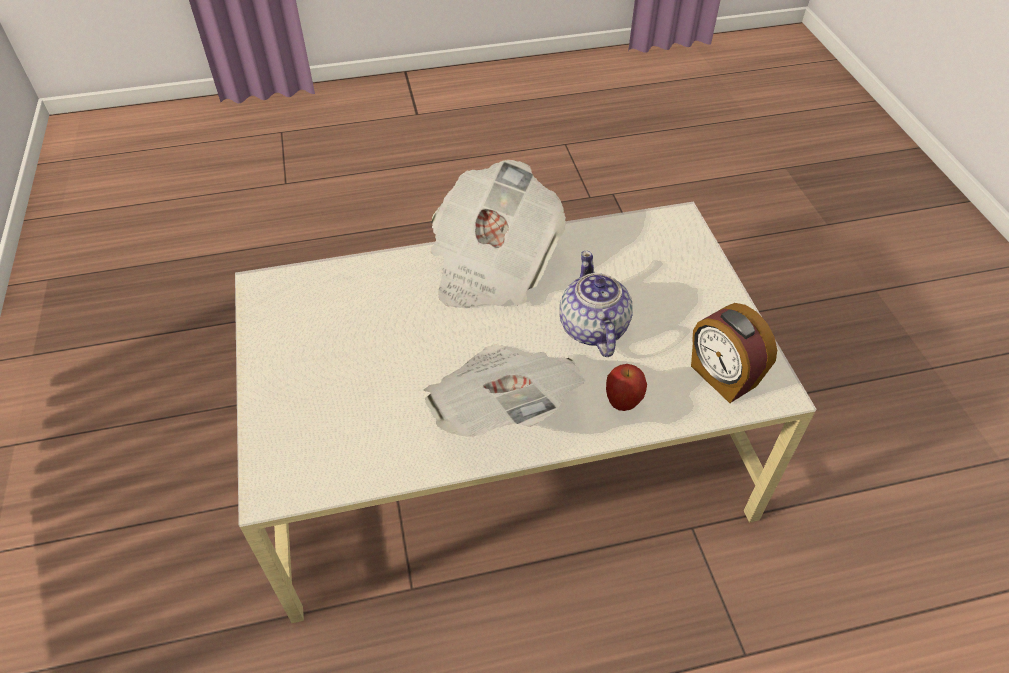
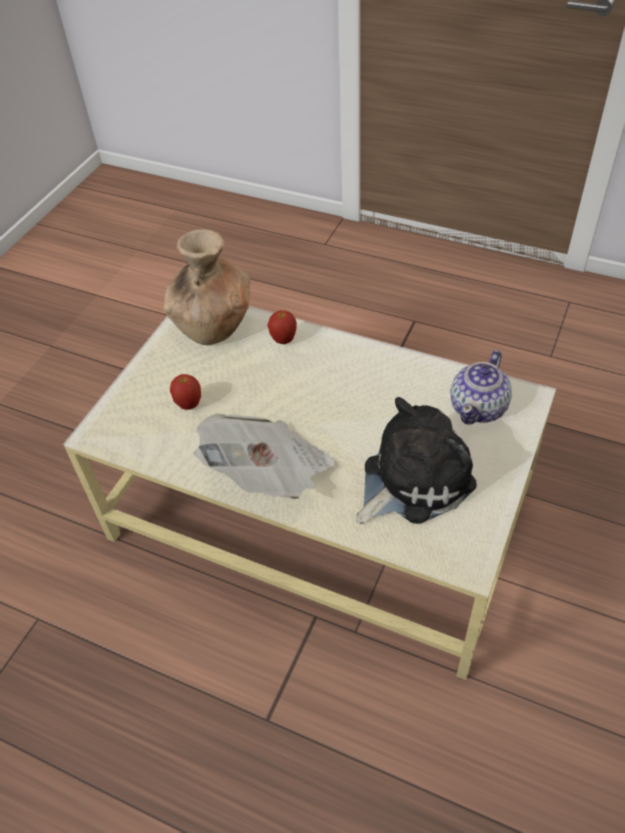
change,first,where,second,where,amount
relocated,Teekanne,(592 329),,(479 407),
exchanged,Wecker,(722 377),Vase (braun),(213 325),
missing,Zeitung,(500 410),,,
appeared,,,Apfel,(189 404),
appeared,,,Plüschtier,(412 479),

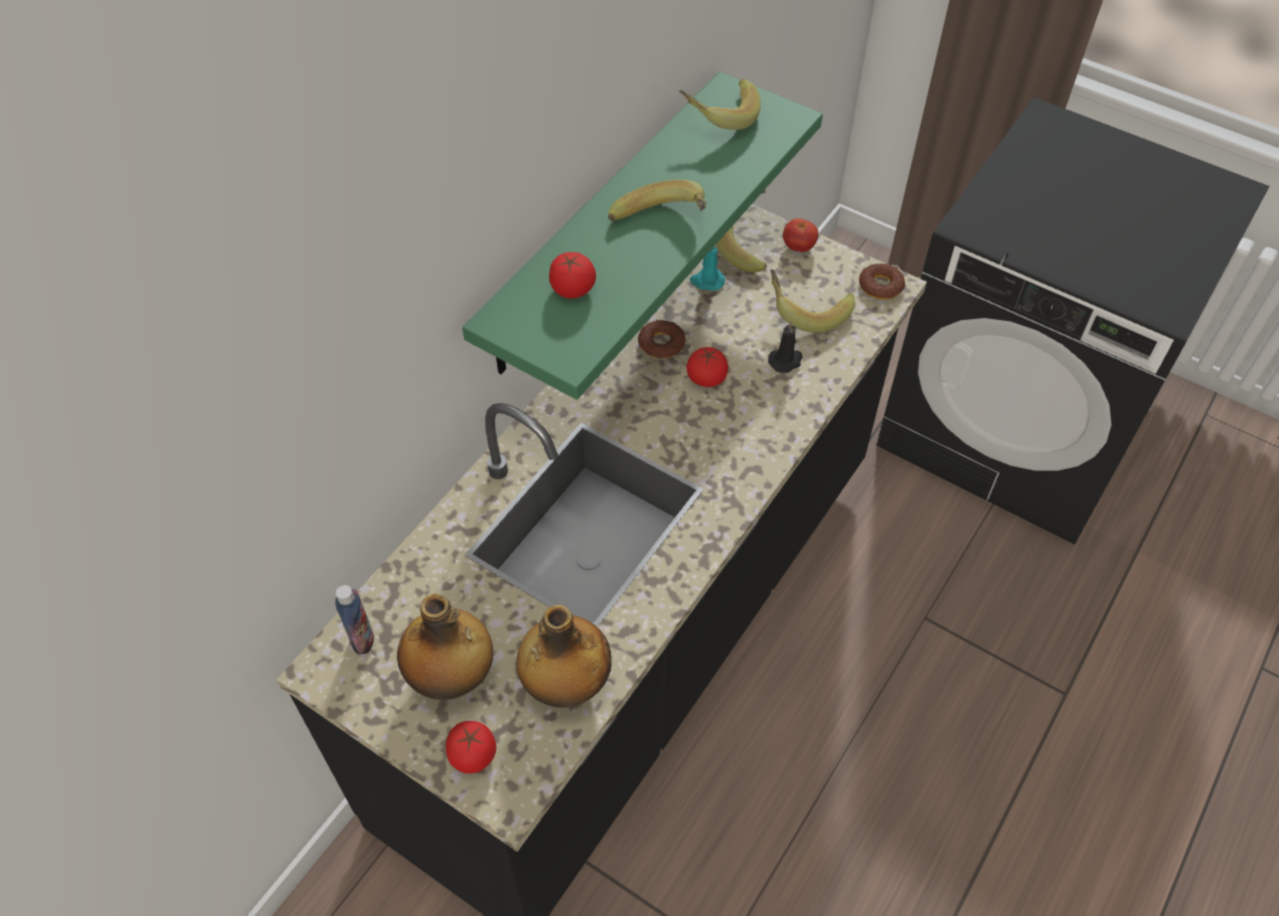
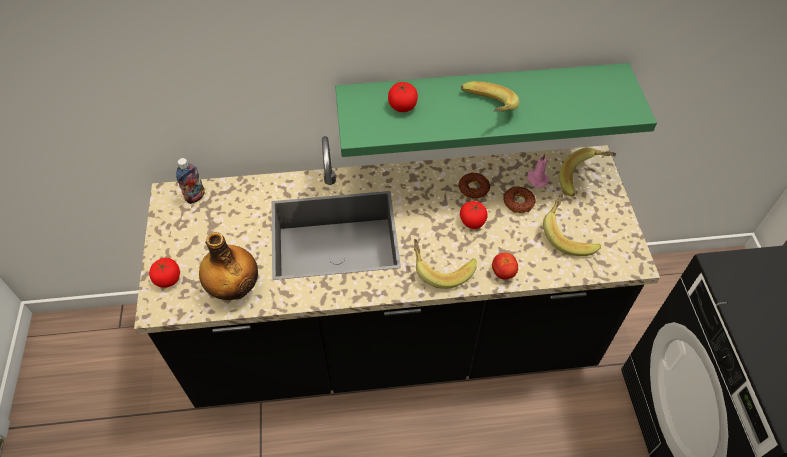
change,first,where,second,where,amount
relocated,Banane,(718 116),,(441 268),
relocated,Tomate,(798 247),,(503 273),
colour,Kerze (türkis),(707 281),Kerze (rosa),(536 179),
relocated,Donut,(881 286),,(518 202),
missing,Kerze (schwarz),(786 361),,,
missing,Flasche,(452 677),,,

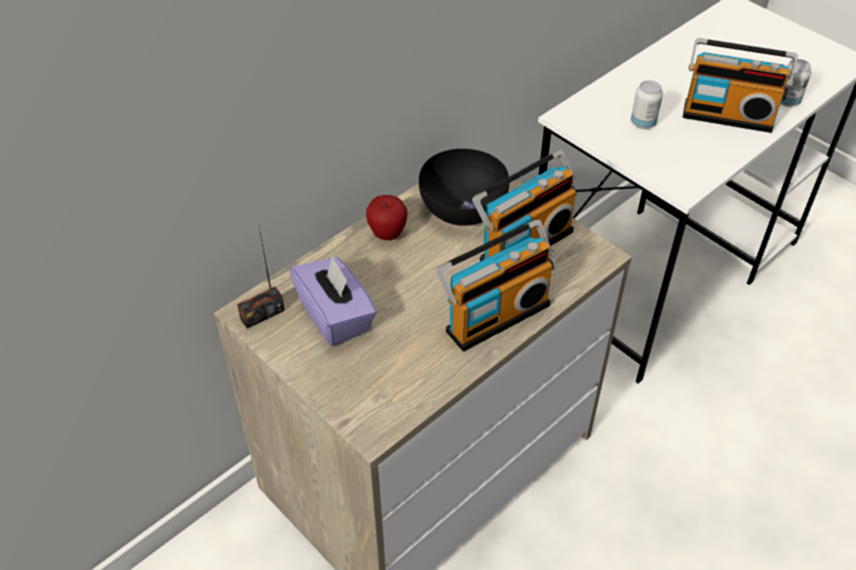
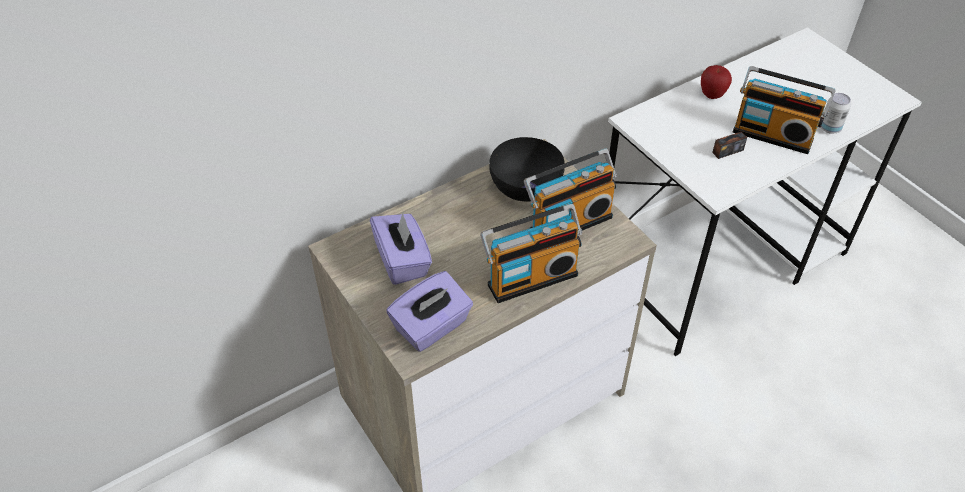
change,first,where,second,where,amount
missing,Dose,(643 123),,,
relocated,Apfel,(387 234),,(712 95),
relocated,Radio,(262 314),,(727 151),
appeared,,,Taschentuchbox (lila),(432 327),

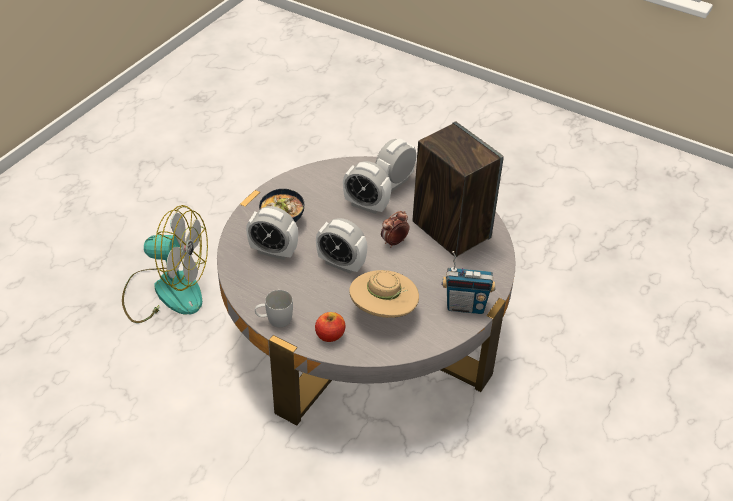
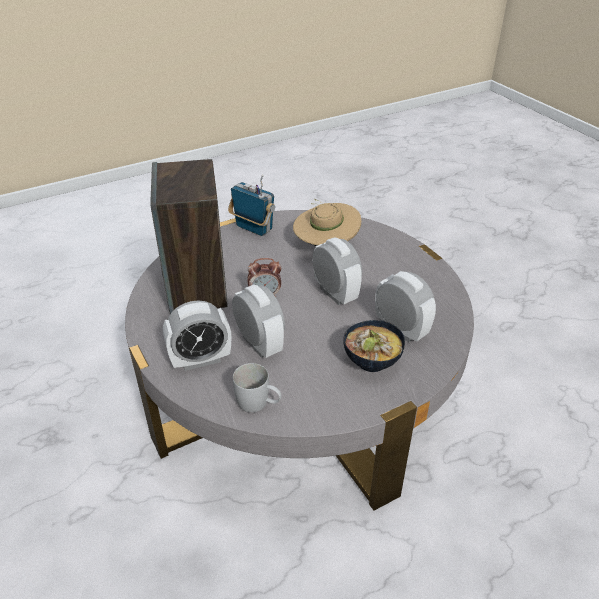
change,first,where,second,where,amount
missing,Ventilator,(166 290),,,
relocated,Henkelbecher (weiß),(274 319),,(258 403),
missing,Apfel,(330 335),,,

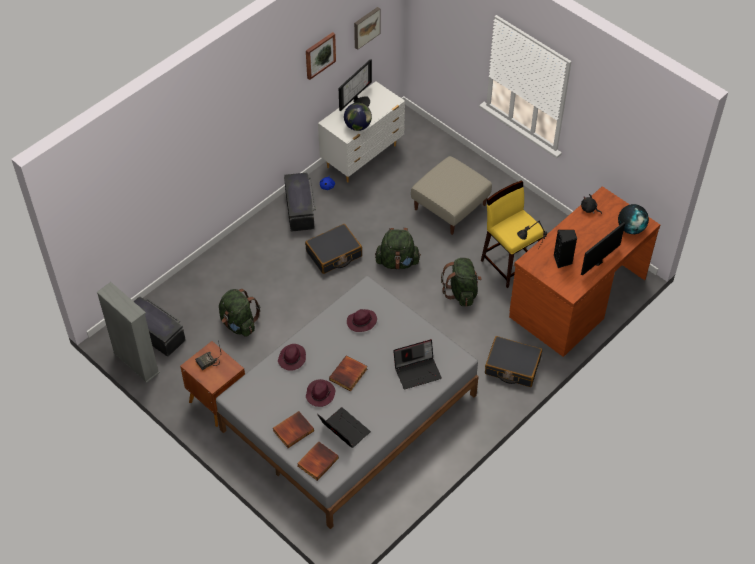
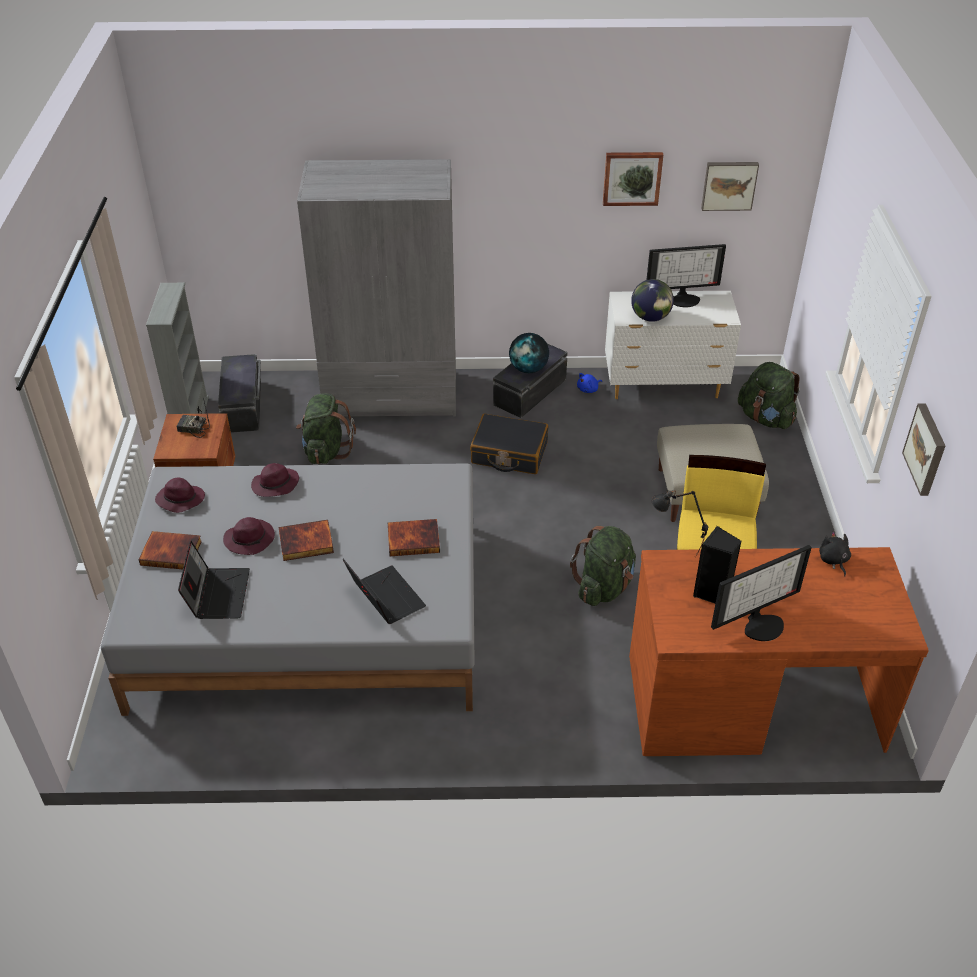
change,first,where,second,where,amount
relocated,Globus,(631 228),,(528 369),
spun,Monitor,(595 260),,(761 624),150 degrees clockwise
relocated,Rucksack (grün),(397 262),,(765 418),
relocated,Hut (lila),(361 322),,(180 499),
missing,Koffer (schwarz),(512 366),,,
spun,Laptop,(417 371),,(384 597),150 degrees counterclockwise
relocated,Buch,(317 461),,(414 539),
appeared,,,Kleiderschrank (grau),(391 395),
appeared,,,Bild,(927 449),

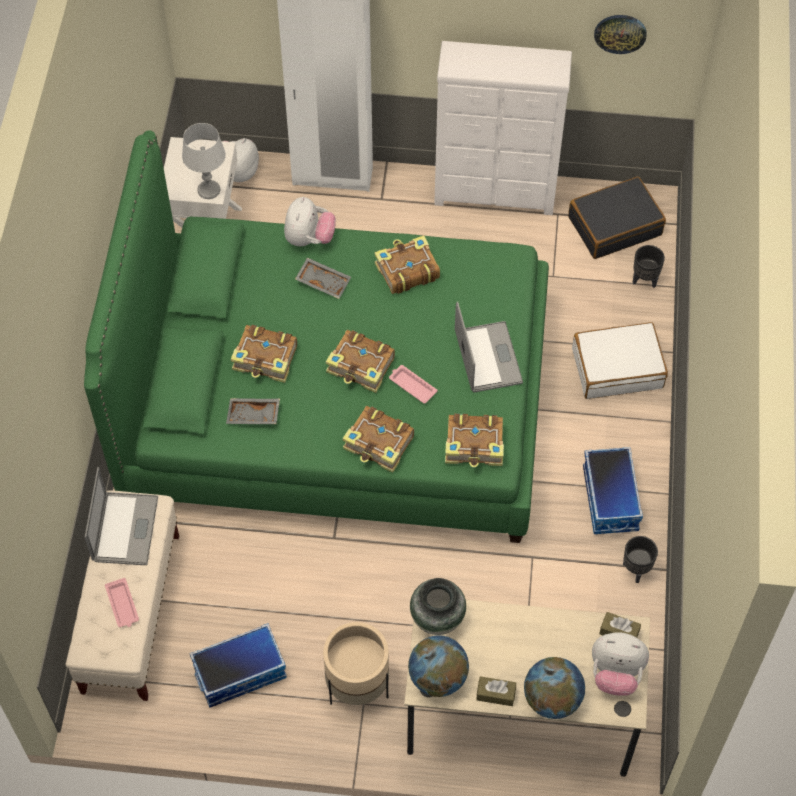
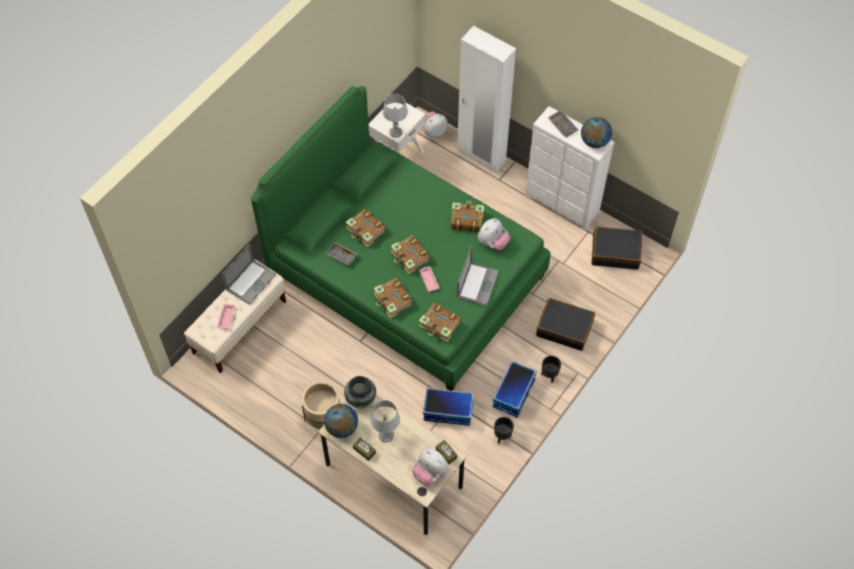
change,first,where,second,where,amount
missing,Wanduhr,(620 33),,,
relocated,Plüschtier,(309 238),,(492 243),
relocated,Pflanzkübel (schwarz),(645 280),,(549 376),
relocated,Tablett (grau),(323 281),,(563 126),
colour,Koffer (weiß),(617 368),Koffer (schwarz),(564 328),
relocated,Aufbewahrungsbox,(240 672),,(448 411),
relocated,Globus,(552 699),,(594 142),
appeared,,,Tischlampe (grau),(386 435),

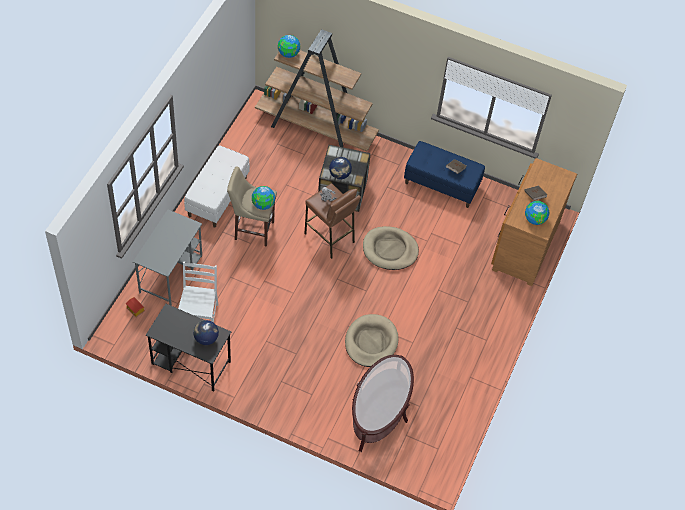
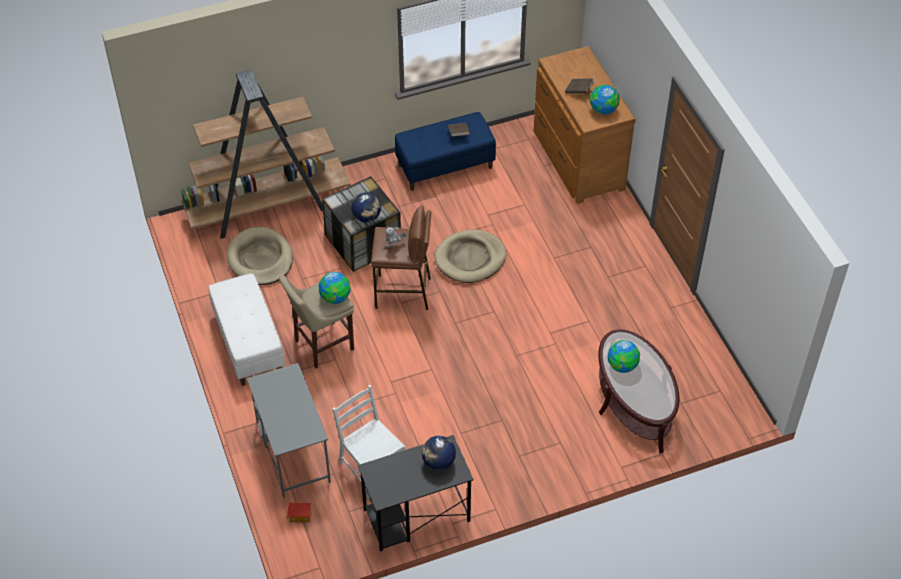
change,first,where,second,where,amount
relocated,Globus,(288 54),,(622 365),
relocated,Hundebett (beige),(371 342),,(260 259),

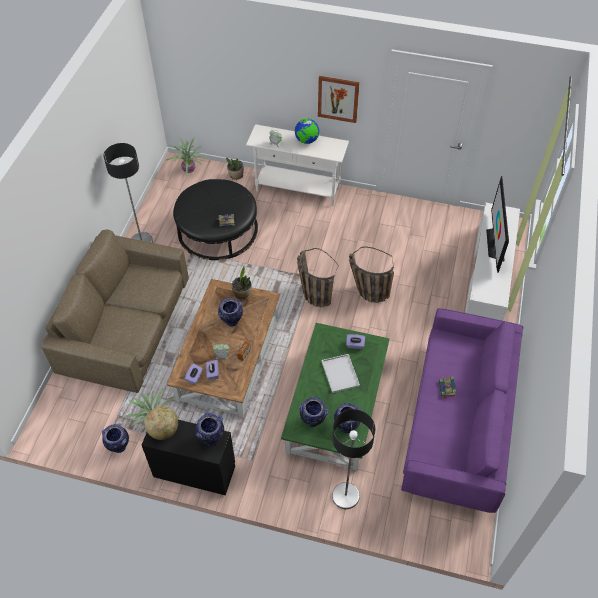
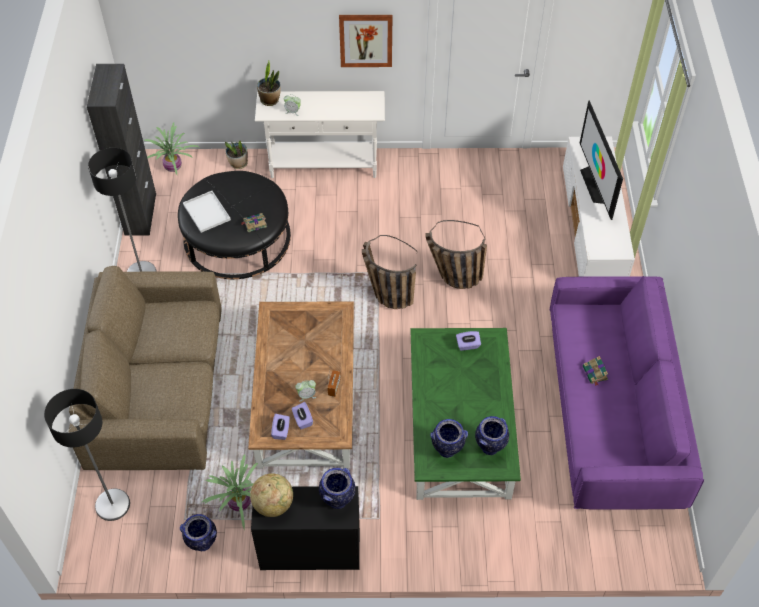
change,first,where,second,where,amount
missing,Globus,(306 140),,,
relocated,Topfpflanze,(242 294),,(270 100),
missing,Vase,(231 322),,,
relocated,Tablett (weiß),(341 374),,(207 212),
relocated,Stehlampe,(345 496),,(112 505),
appeared,,,Schrank (schwarz),(140 214),

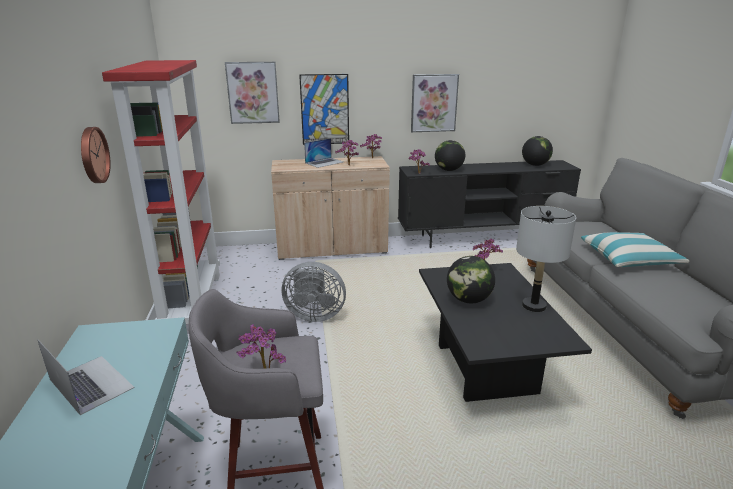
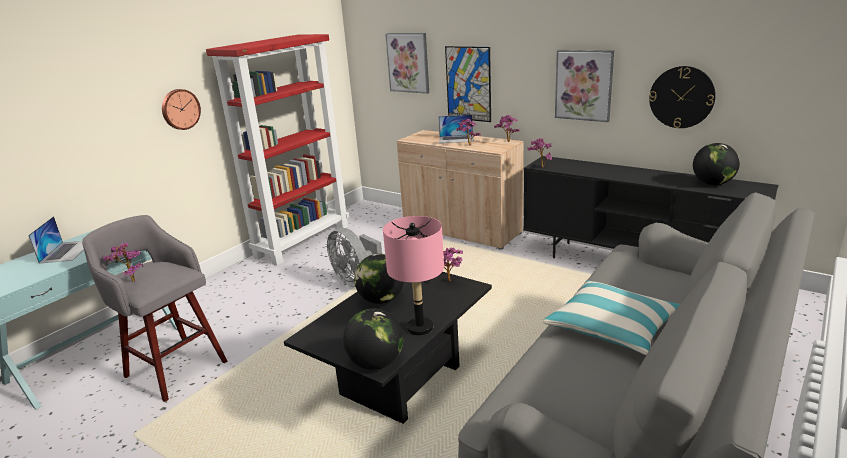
change,first,where,second,where,amount
relocated,Globus,(449 170),,(376 363),
colour,Tischlampe (grau),(533 306),Tischlampe (rosa),(419 328),
appeared,,,Wanduhr,(681 97),

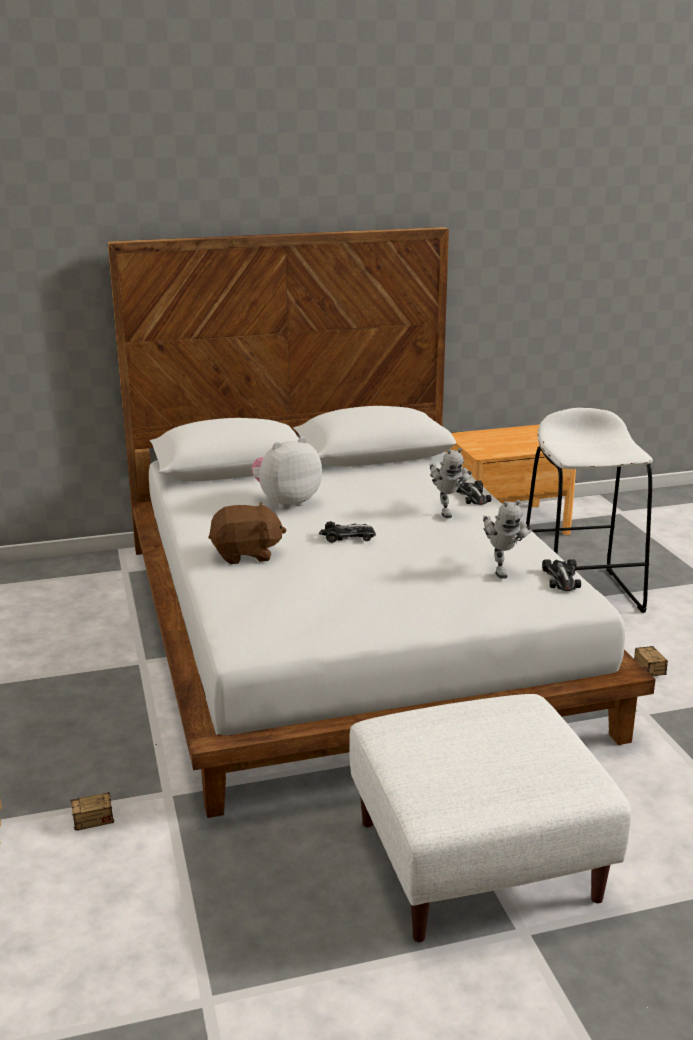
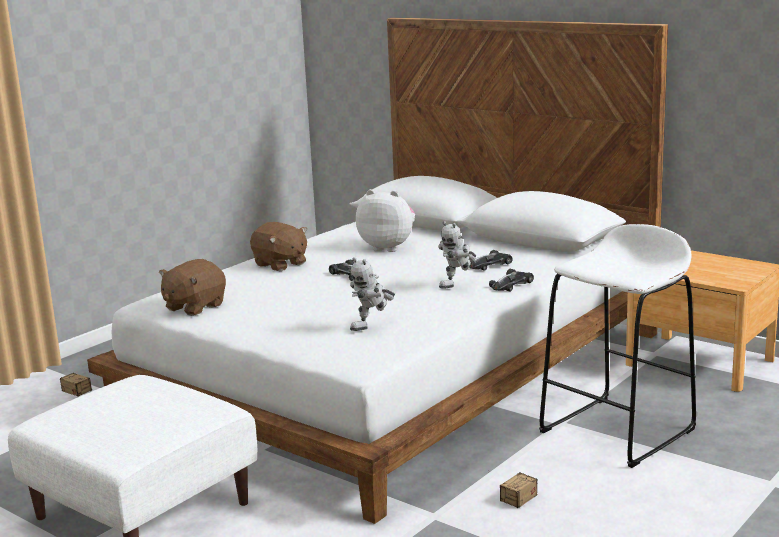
change,first,where,second,where,amount
relocated,Spielzeugauto,(561 578),,(489 264),
appeared,,,Plüschtier (braun),(194 307),

